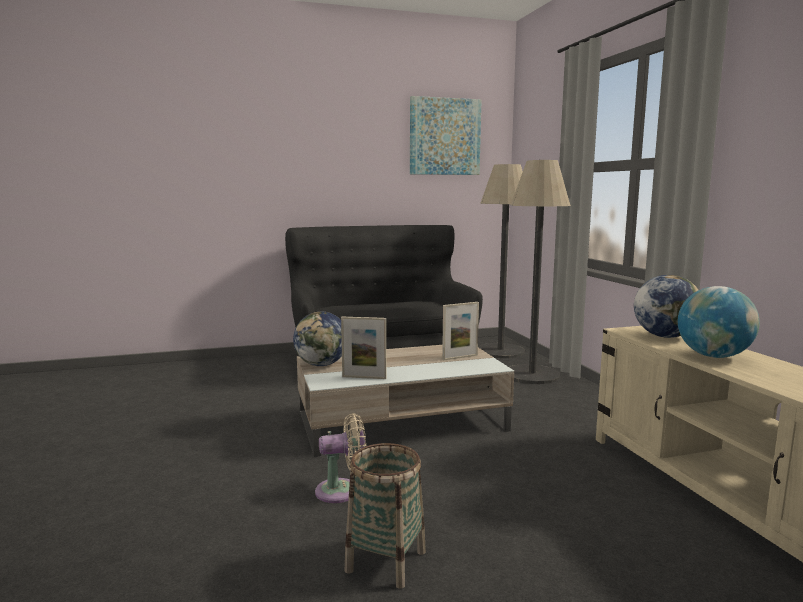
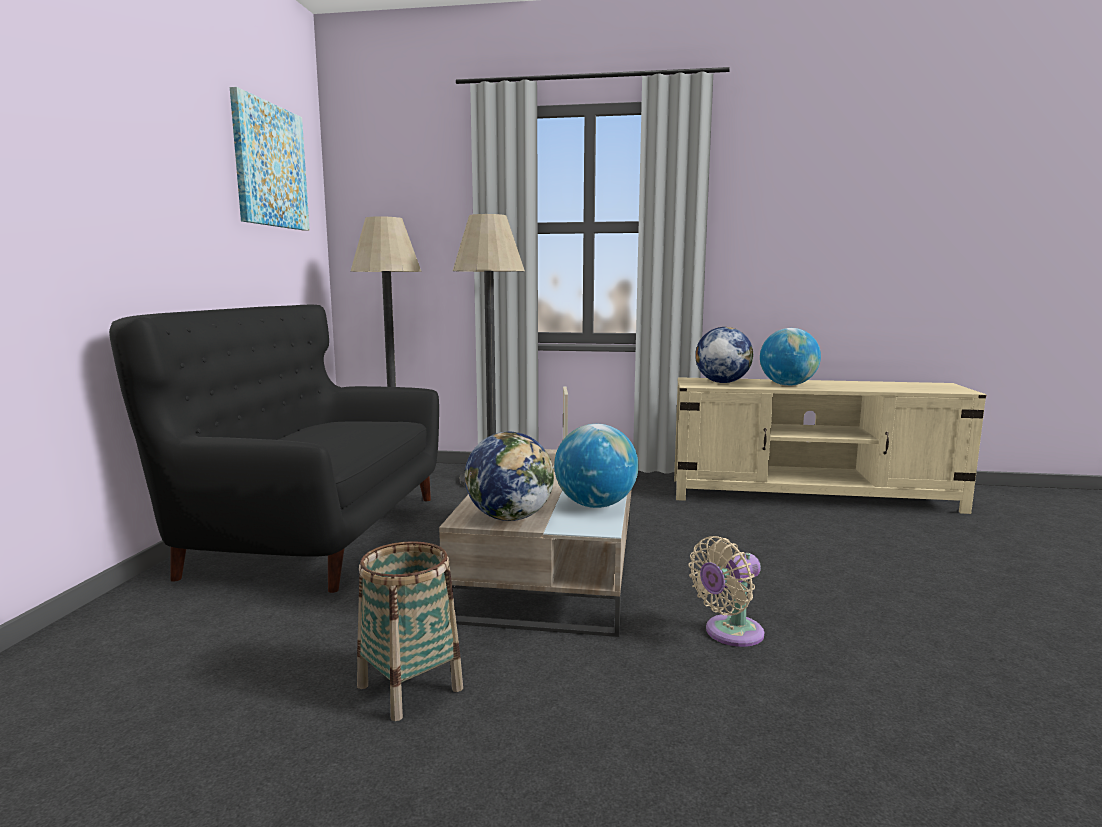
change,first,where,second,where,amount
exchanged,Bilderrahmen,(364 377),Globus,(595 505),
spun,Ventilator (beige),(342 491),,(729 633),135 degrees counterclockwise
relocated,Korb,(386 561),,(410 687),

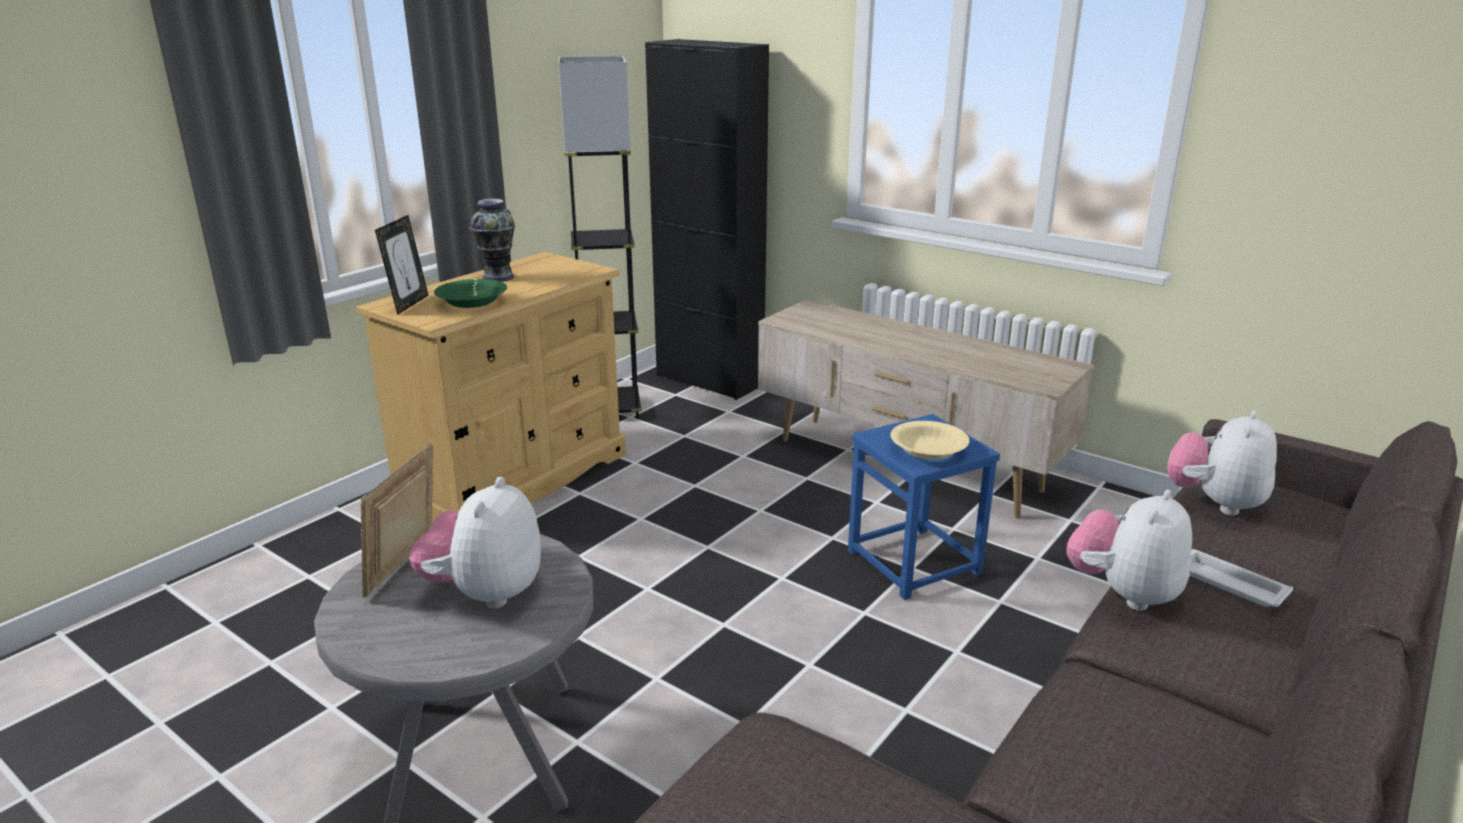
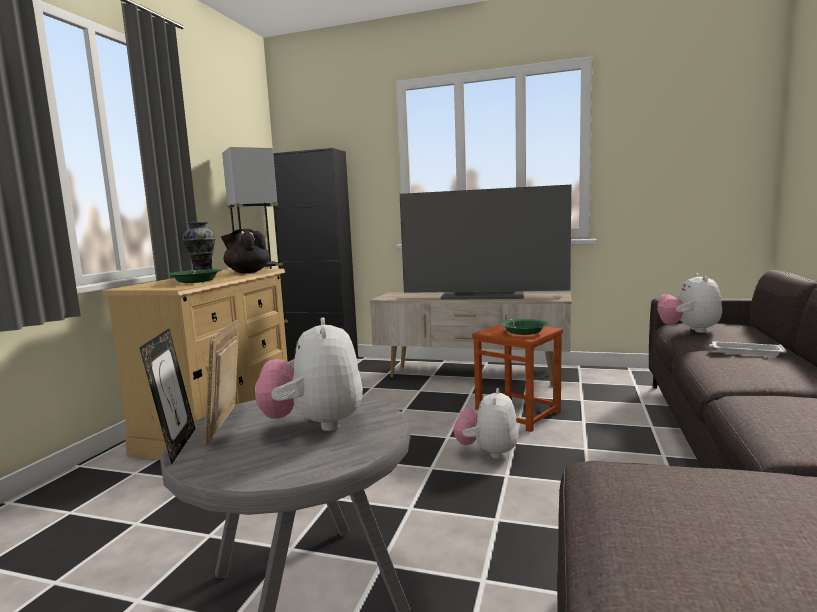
change,first,where,second,where,amount
relocated,Bilderrahmen,(408 304),,(177 446),
colour,Hocker (blau),(914 562),Hocker (braun),(518 414),
colour,Schüssel (beige),(928 450),Schüssel (grün),(524 332),
relocated,Plüschtier,(1123 593),,(487 452),
appeared,,,Fernseher,(484 296),
appeared,,,Teekanne (schwarz),(247 272),

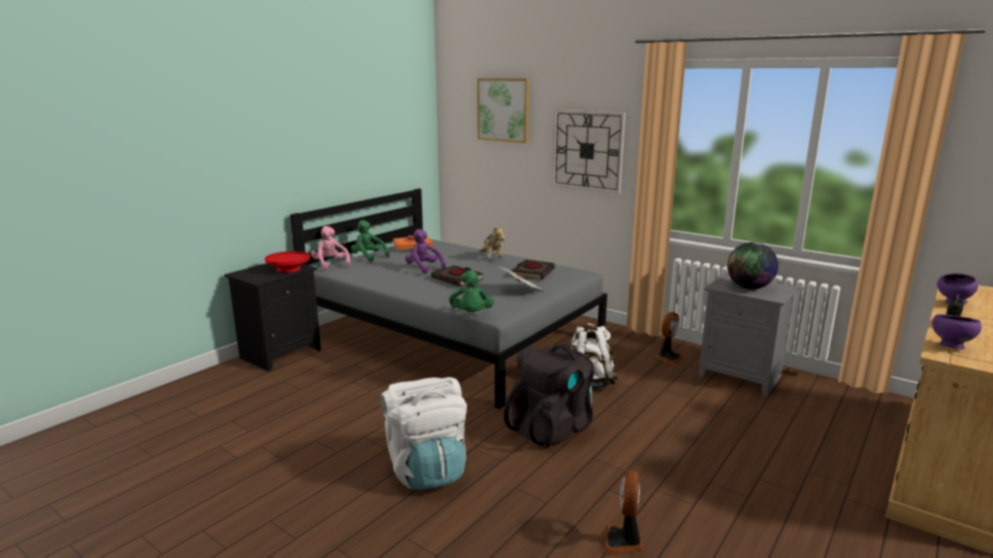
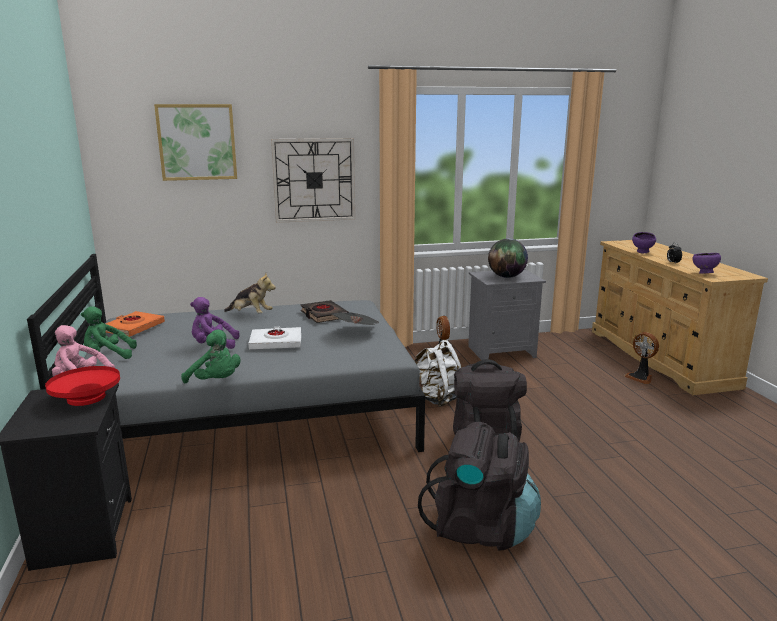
change,first,where,second,where,amount
colour,Buch (schwarz),(457 279),Buch (weiß),(276 342),
relocated,Plüschtier (grün),(471 314),,(216 382),
colour,Rucksack (weiß),(427 469),Rucksack (schwarz),(480 528),
relocated,Ventilator,(623 542),,(640 377),

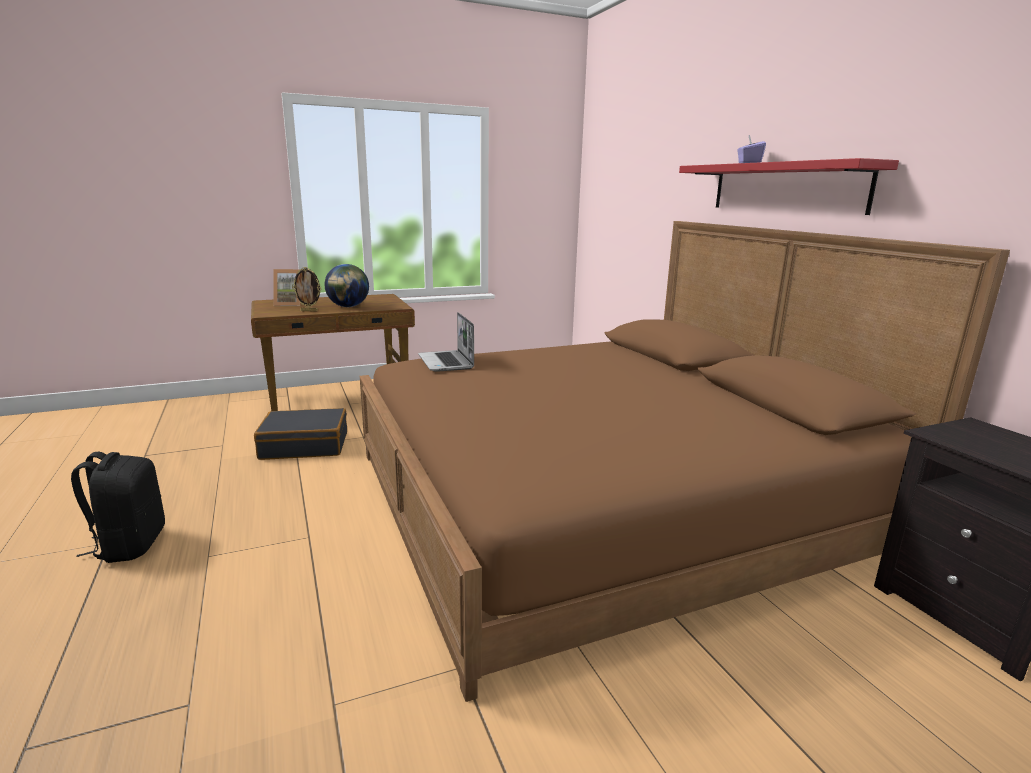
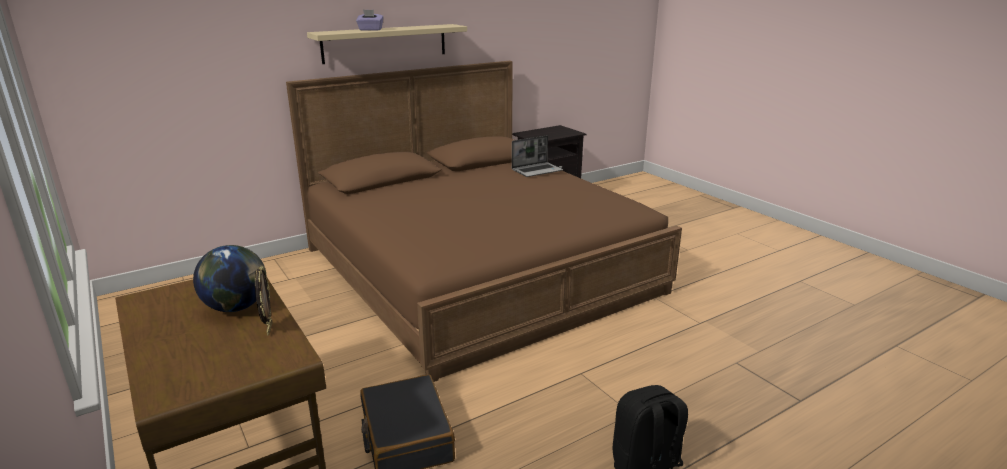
change,first,where,second,where,amount
colour,Wandregal (rot),(785 187),Wandregal (beige),(385 43),
missing,Bilderrahmen,(289 304),,,
relocated,Laptop,(446 362),,(537 170),

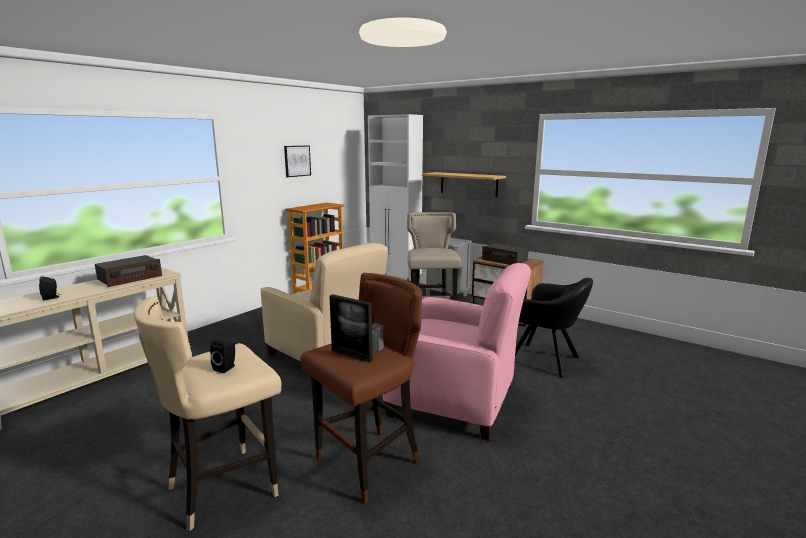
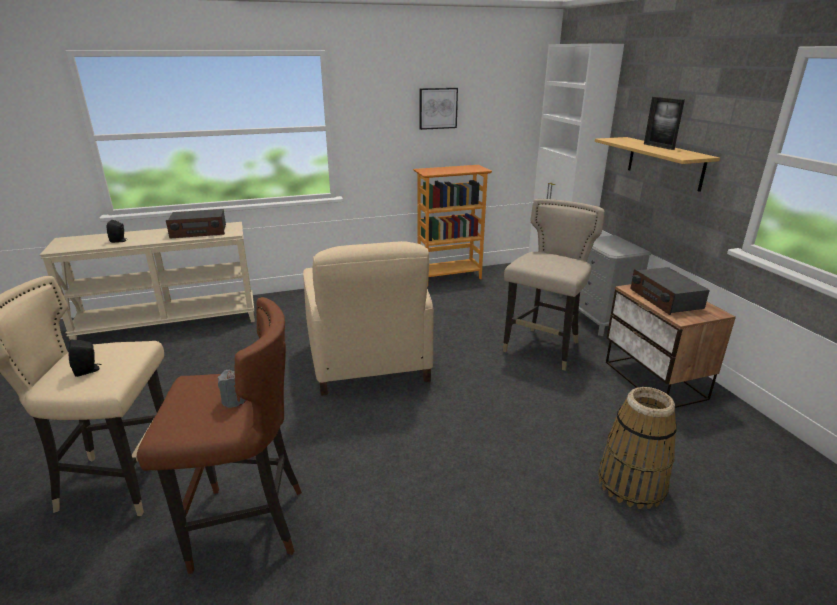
change,first,where,second,where,amount
missing,Sessel (rosa),(454 400),,,
exchanged,Sessel (schwarz),(546 360),Korb,(631 484),
relocated,Bilderrahmen,(351 355),,(658 146),

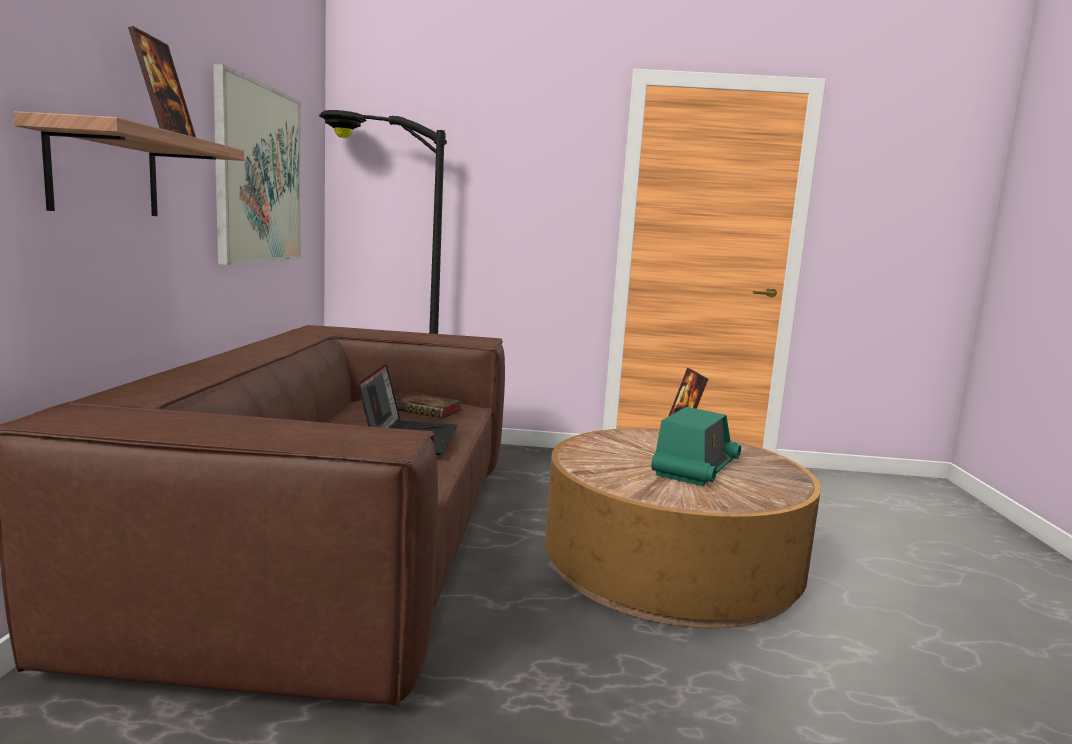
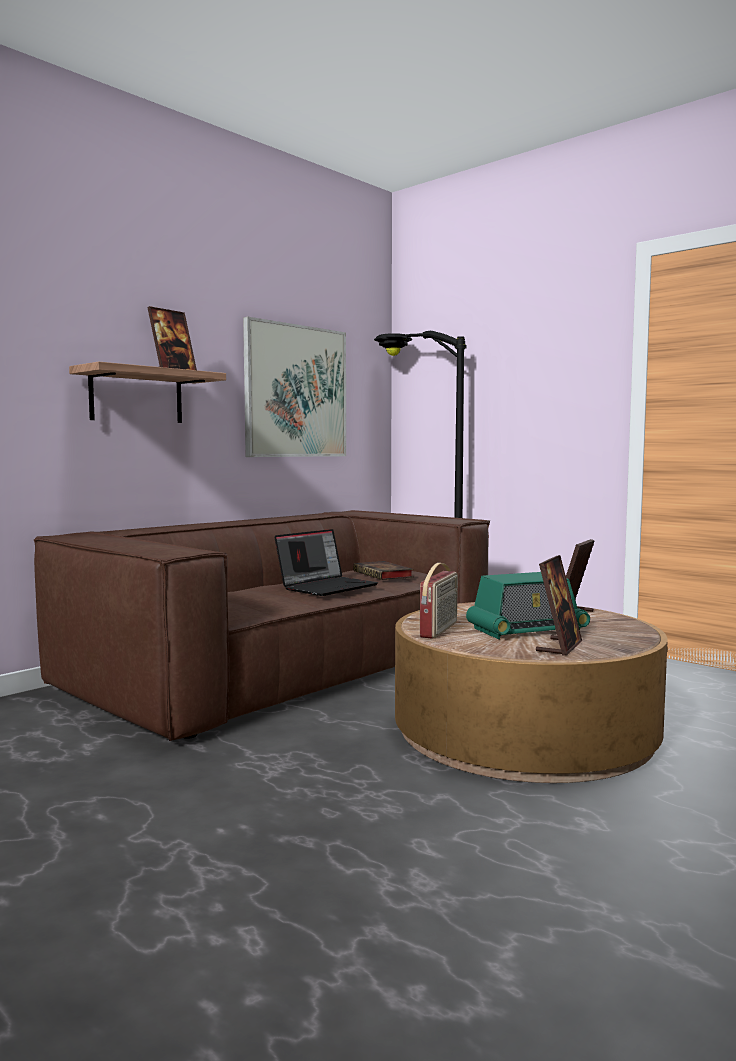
change,first,where,second,where,amount
appeared,,,Bilderrahmen,(559 647),
appeared,,,Radio,(440 630),

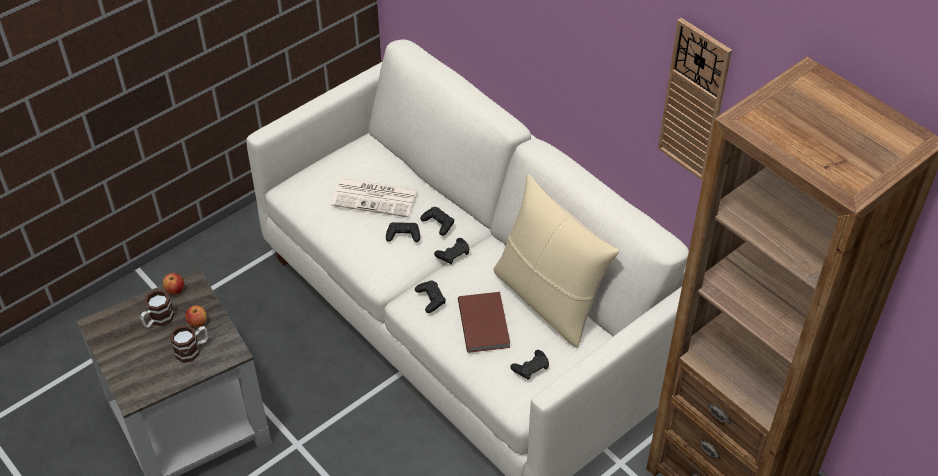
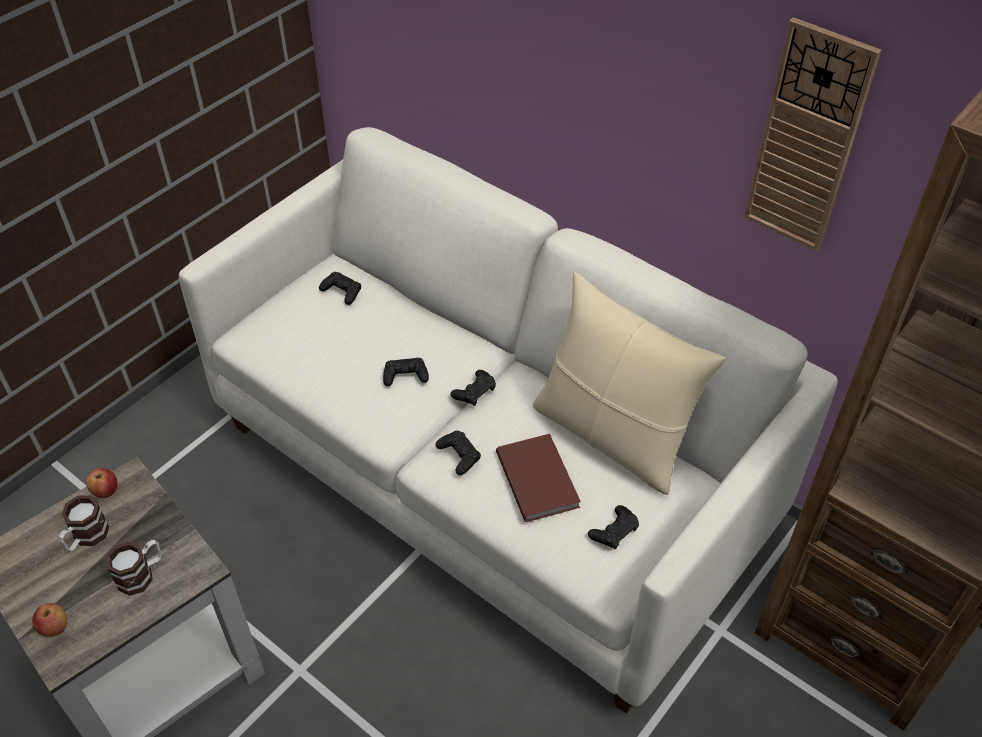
change,first,where,second,where,amount
missing,Zeitung,(376 198),,,
relocated,Gamepad (schwarz),(438 223),,(342 291),
relocated,Apfel,(197 323),,(54 628),

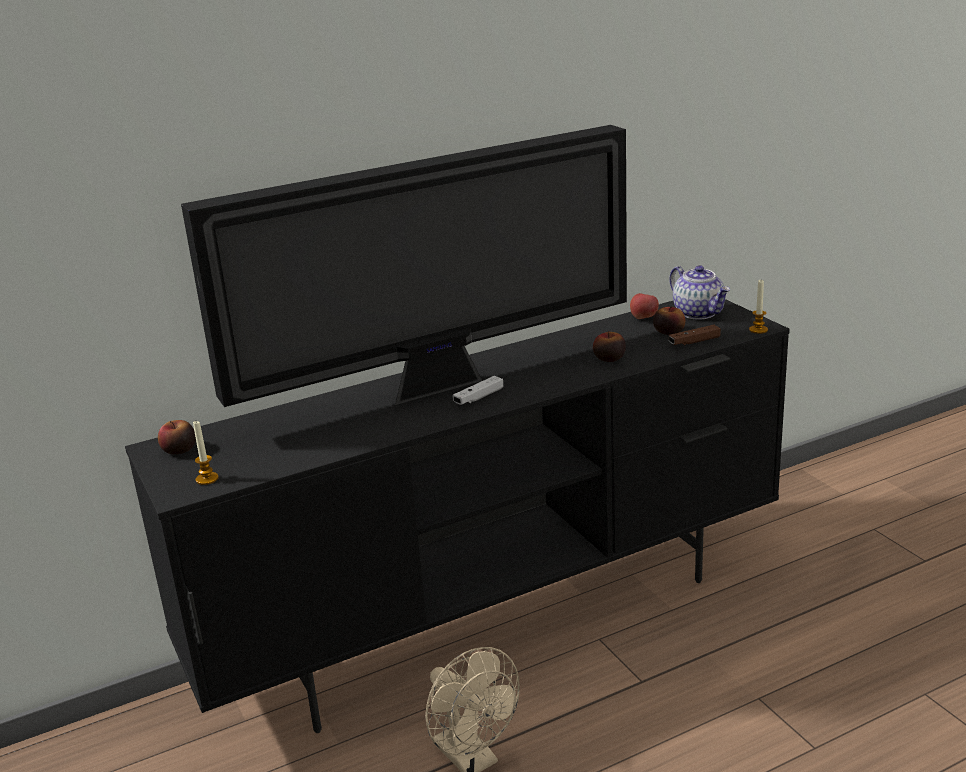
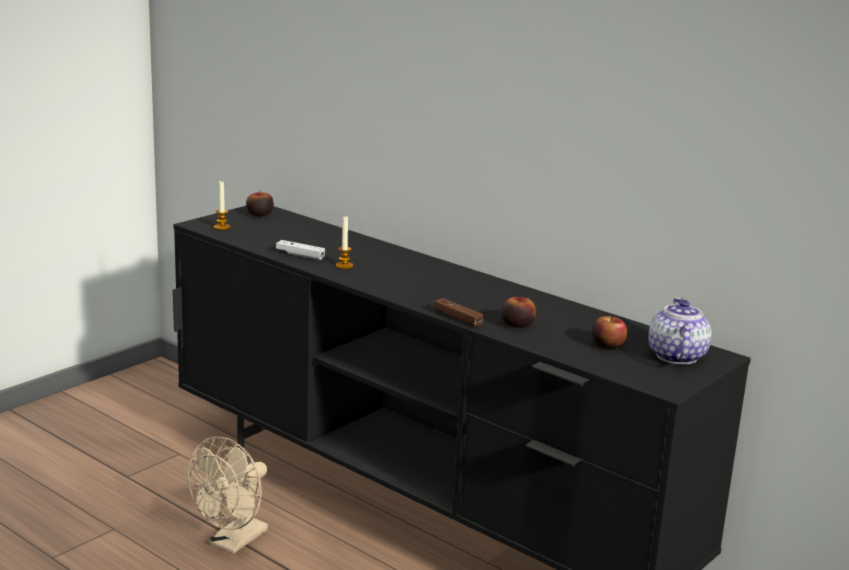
change,first,where,second,where,amount
missing,Fernseher,(440 386),,,
spun,Teekanne,(699 313),,(675 356),150 degrees clockwise
relocated,Kerze,(758 330),,(344 266),
missing,Apfel,(643 318),,,
relocated,Gamepad (braun),(694 341),,(457 318),
relocated,Gamepad (weiß),(478 397),,(300 255),

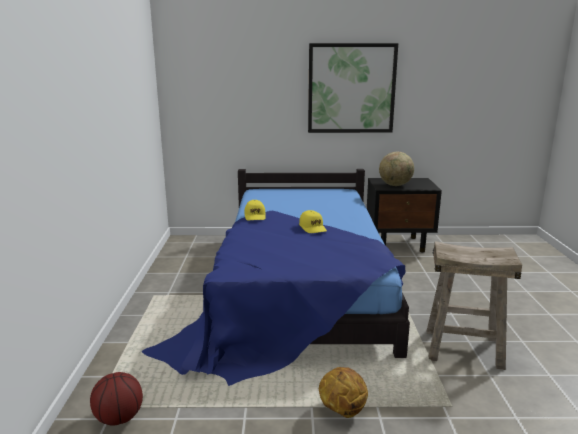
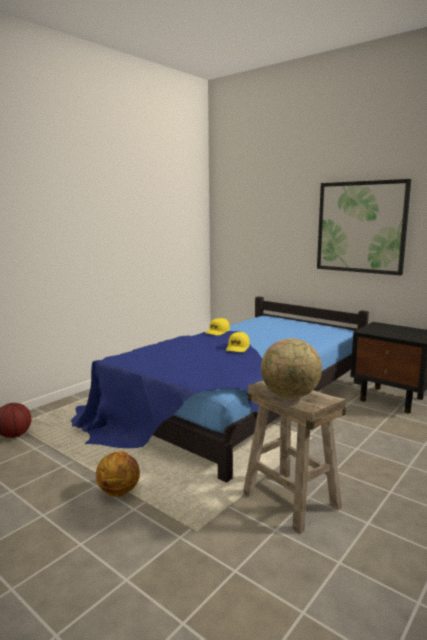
change,first,where,second,where,amount
relocated,Globus,(395 185),,(290 396),

